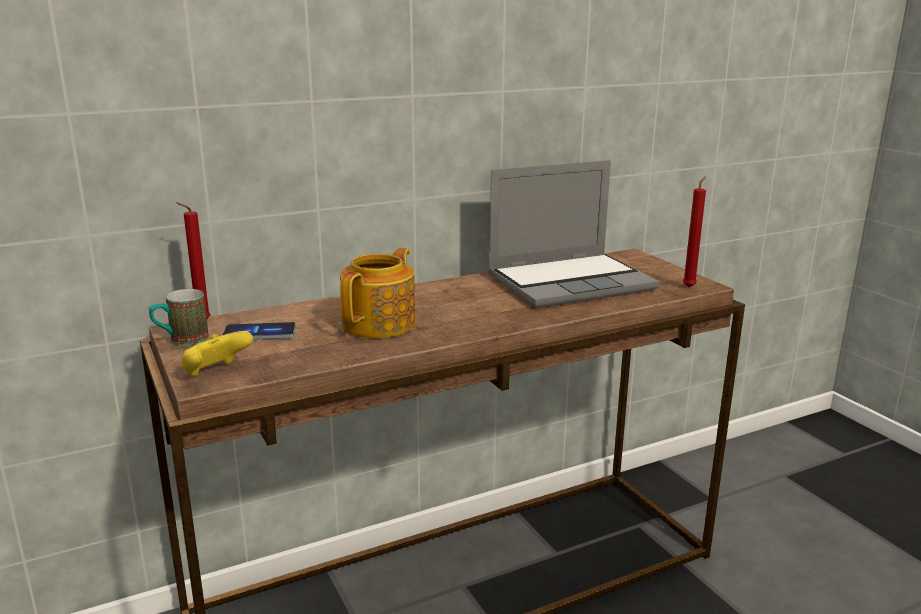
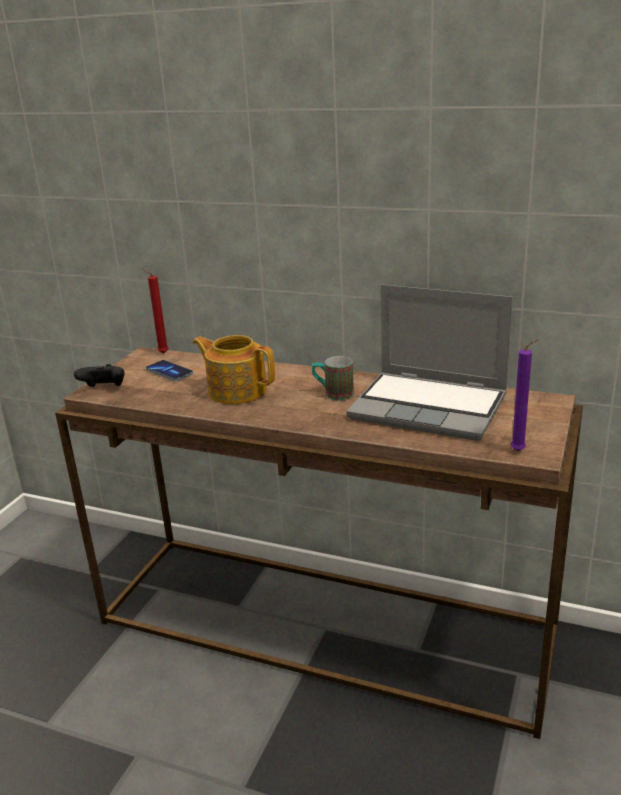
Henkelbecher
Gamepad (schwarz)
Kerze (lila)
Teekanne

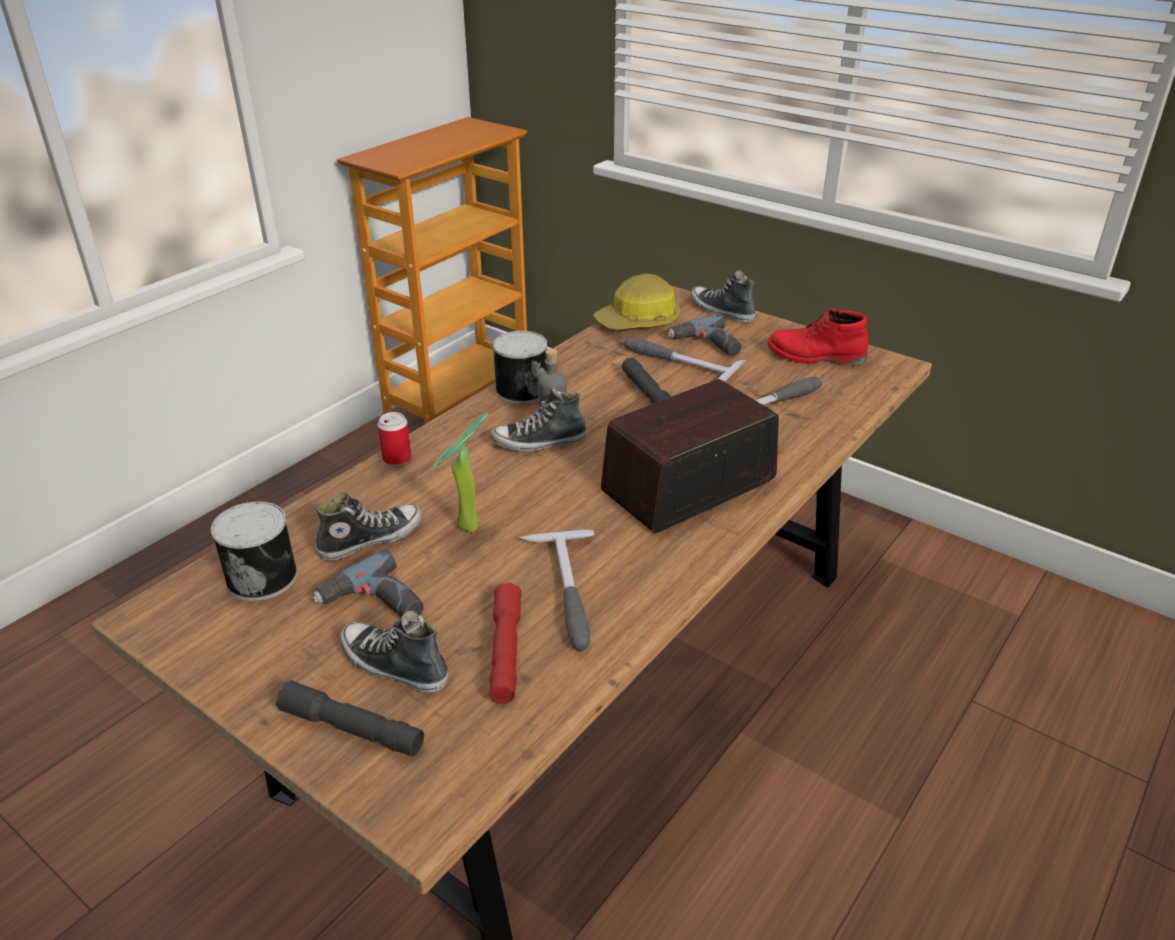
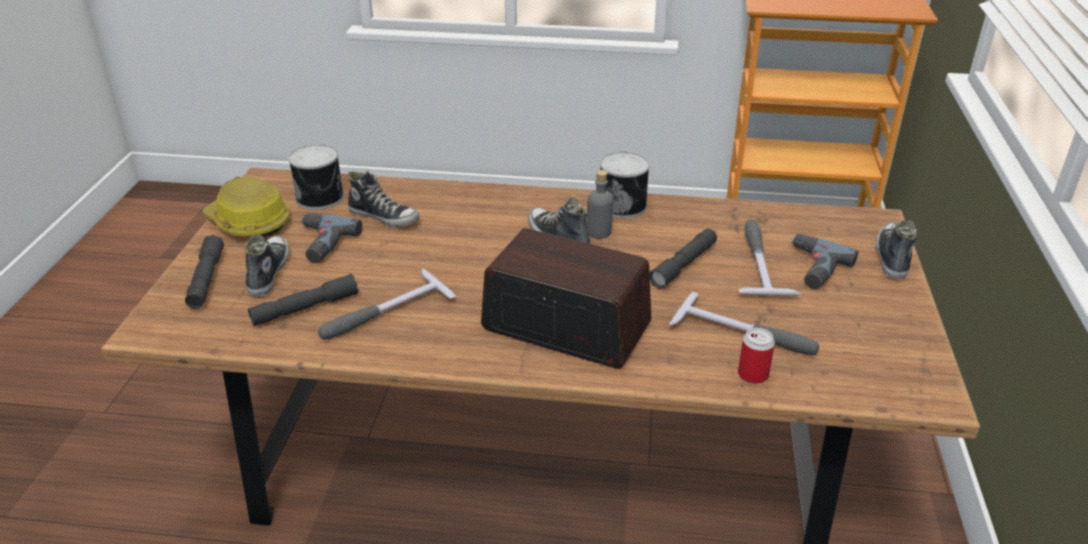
Topfpflanze
Stiefel (rot)
Dose (no. 3 from left)
Schutzhelm
Taschenlampe (grau) (no. 2 from left)

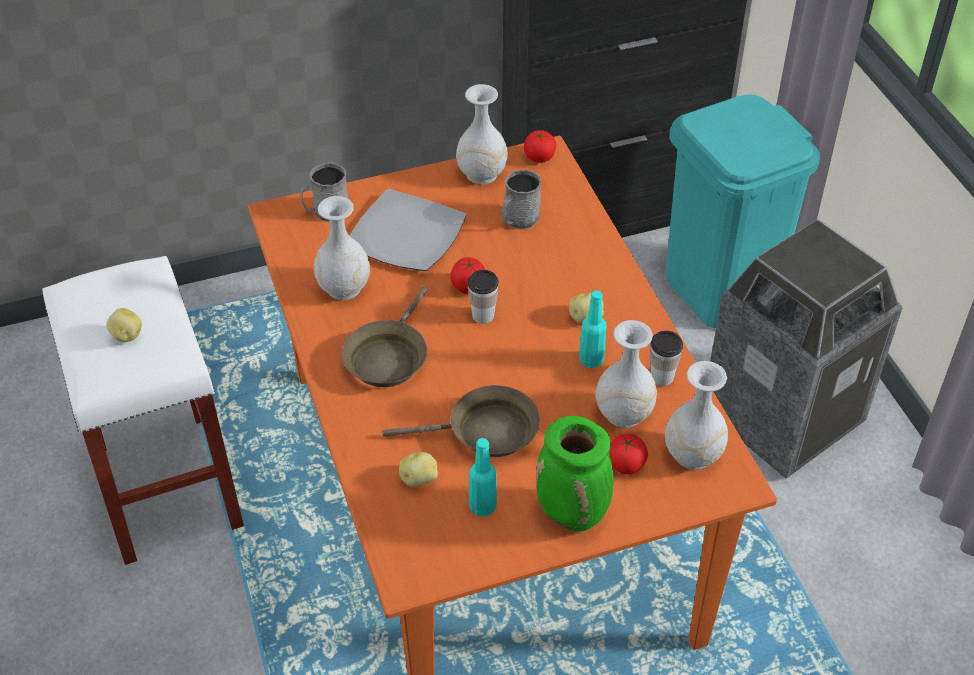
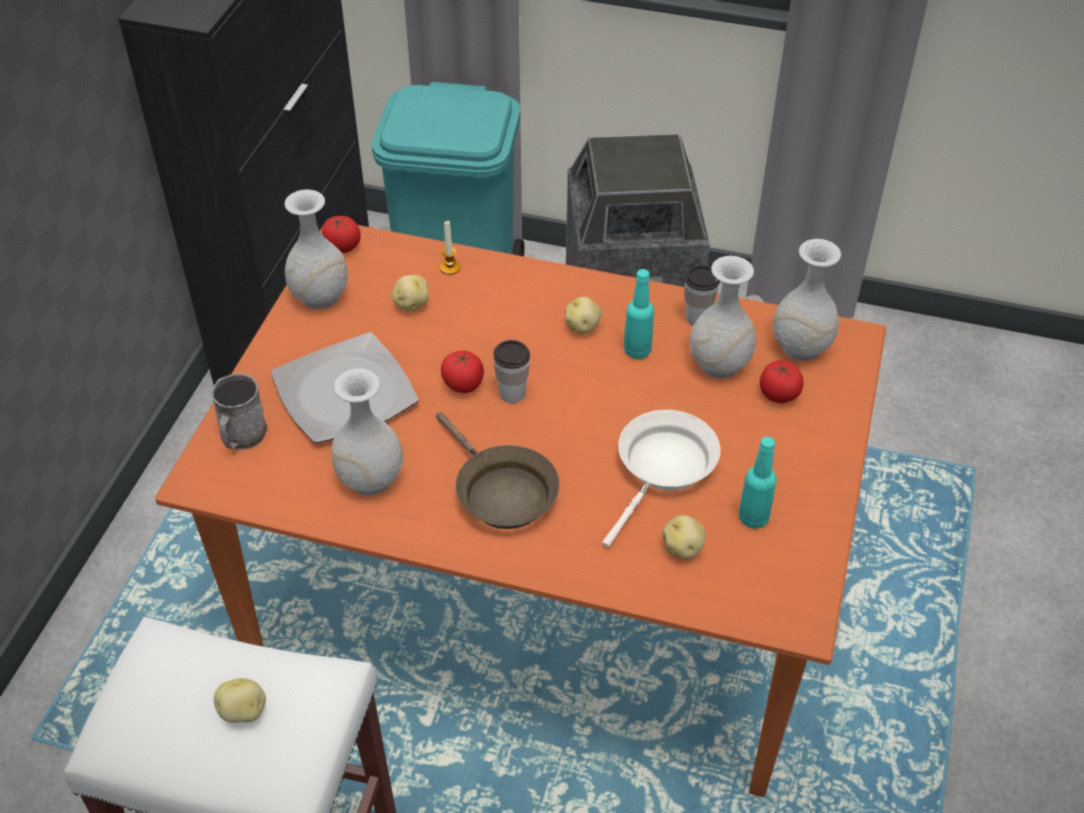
Vase (grün)
Kerze
Kartoffel (no. 2 from left)
Pfanne (weiß)

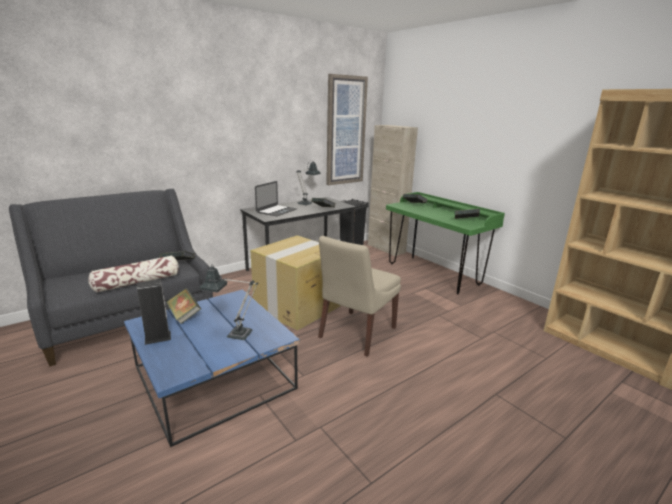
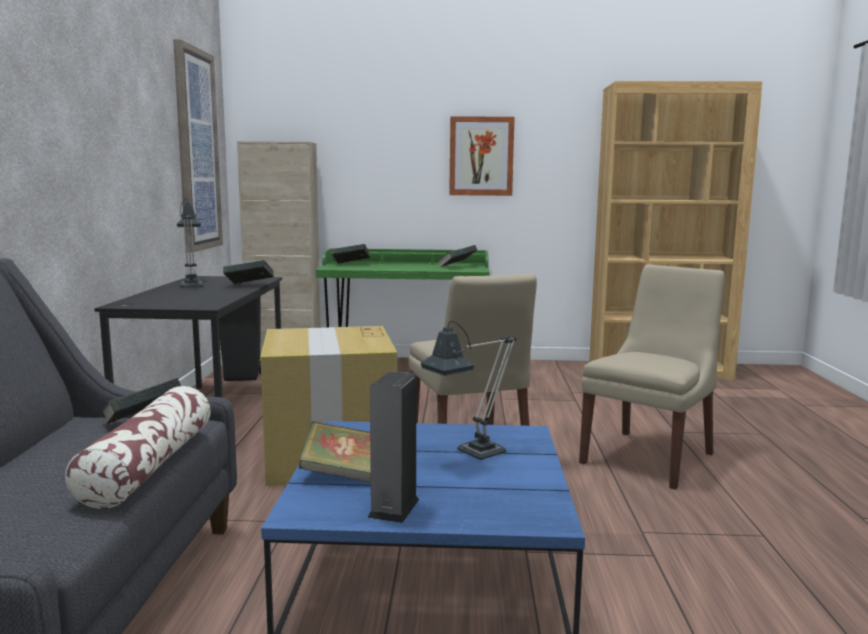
Laptop
Bild (no. 2 from left)
Stuhl (beige) (no. 2 from left)

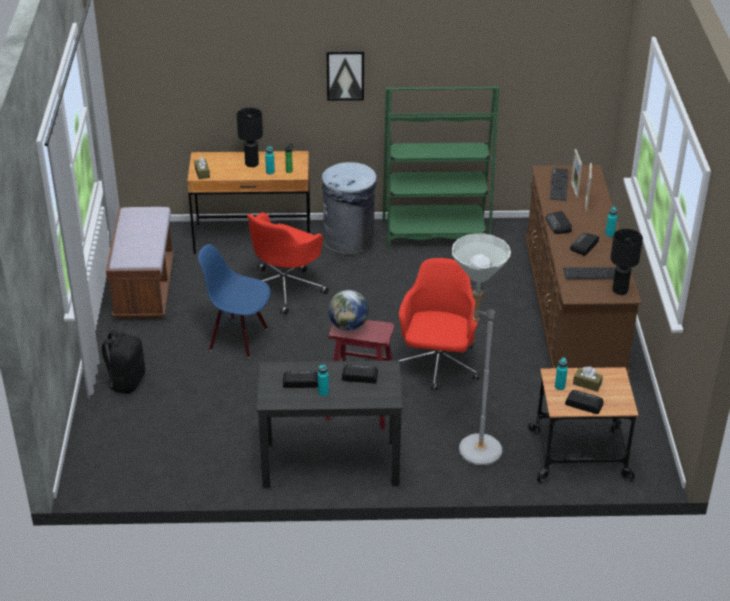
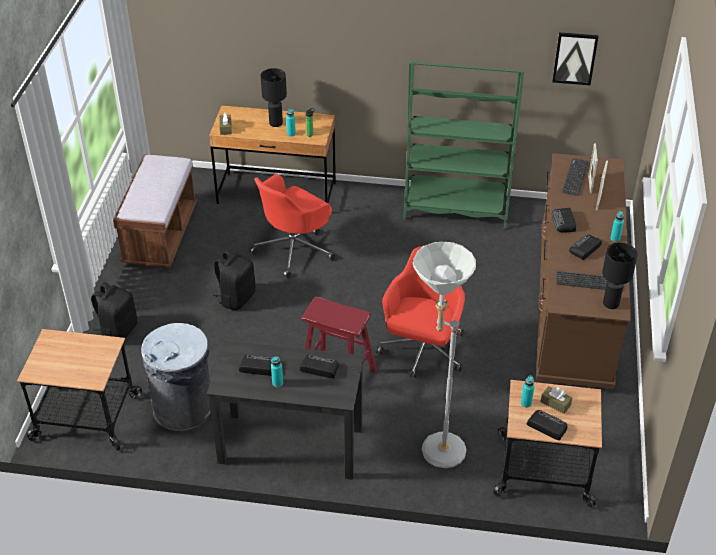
Globus
Rollwagen (no. 1 from left)
Mülleimer (grau)
Bild
Rucksack (schwarz) (no. 2 from left)

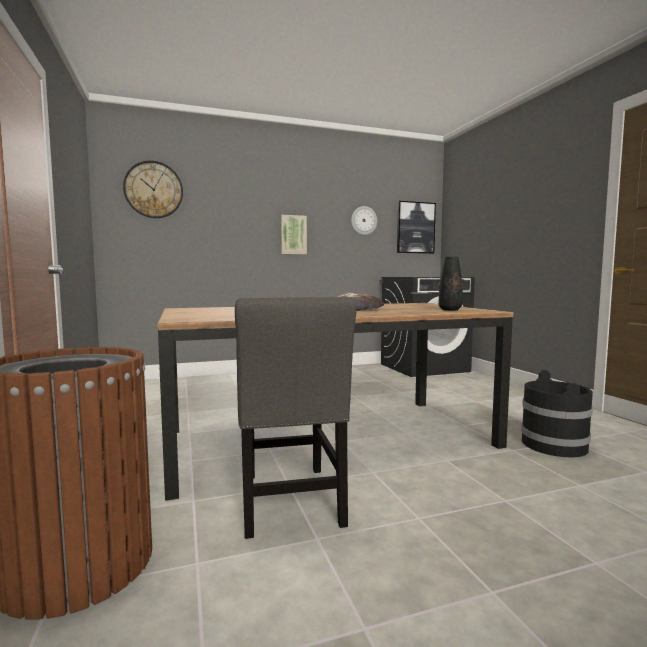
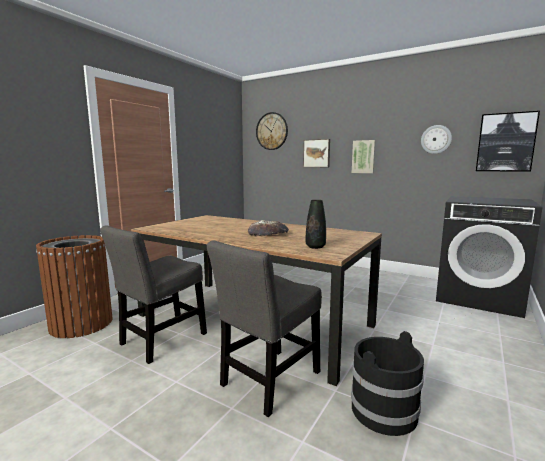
Stuhl (grau) (no. 2 from left)
Bild (no. 1 from left)

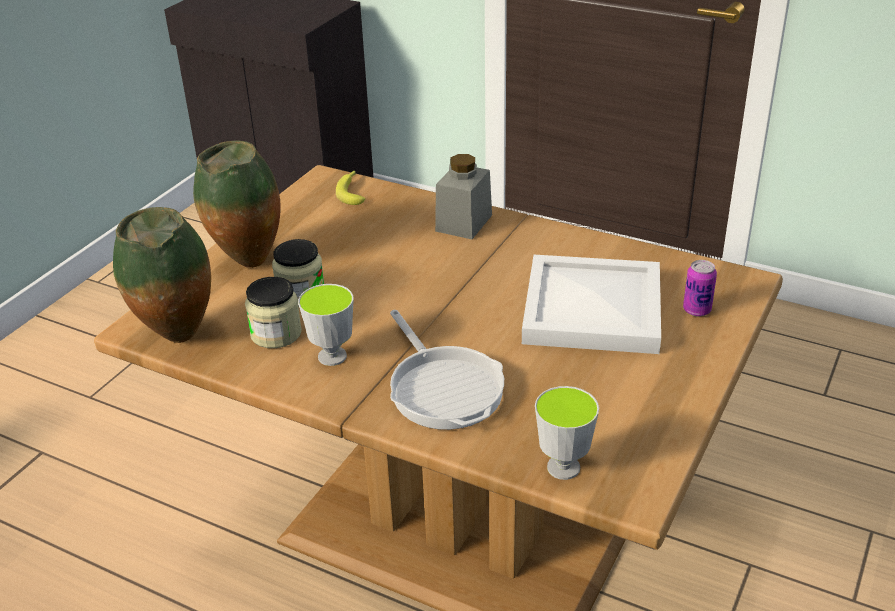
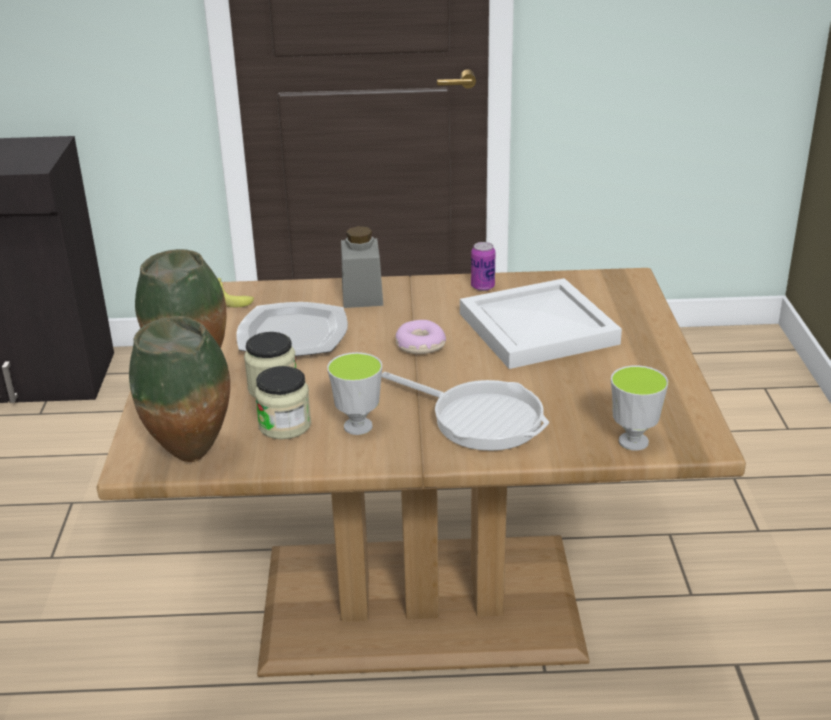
Teller
Donut
Dose

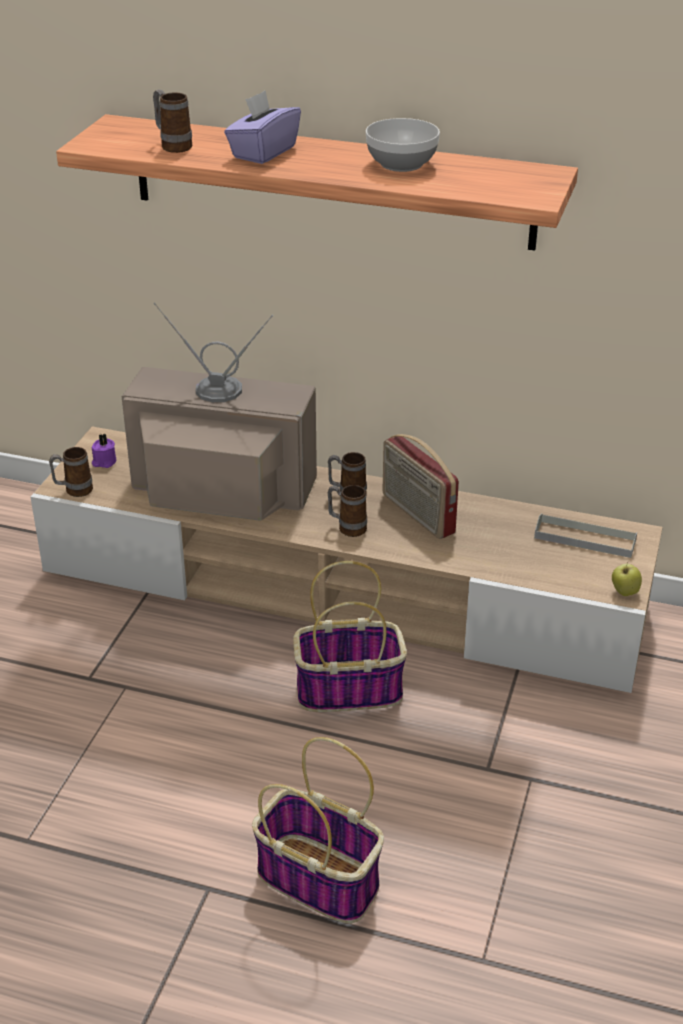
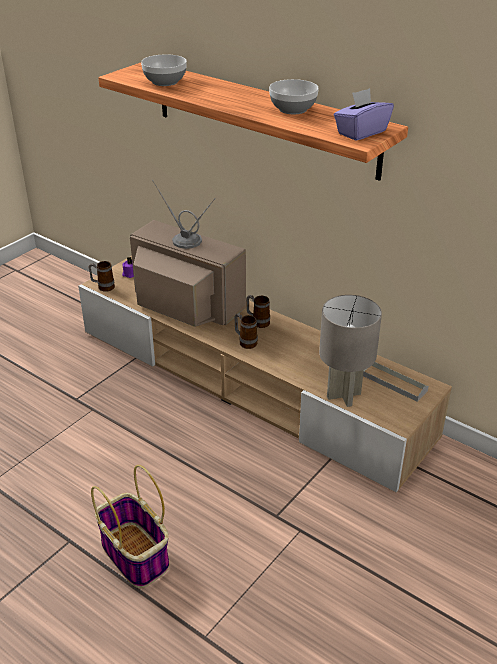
Korb (no. 2 from left in the first image)
Radio
Apfel
Tischlampe (grau)
Taschentuchbox (lila)
Schüssel (no. 1 from left)

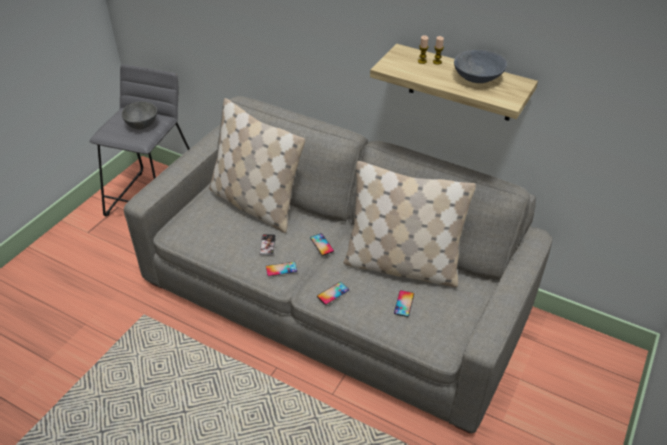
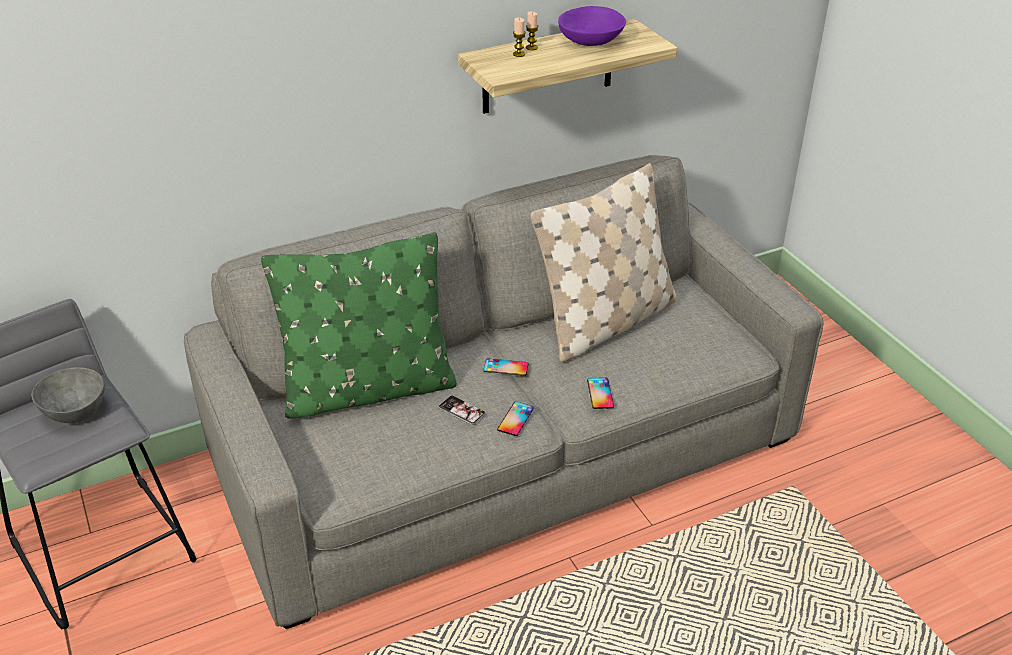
Handy (no. 5 from left in the first image)
Kissen (grün)
Schüssel (lila)

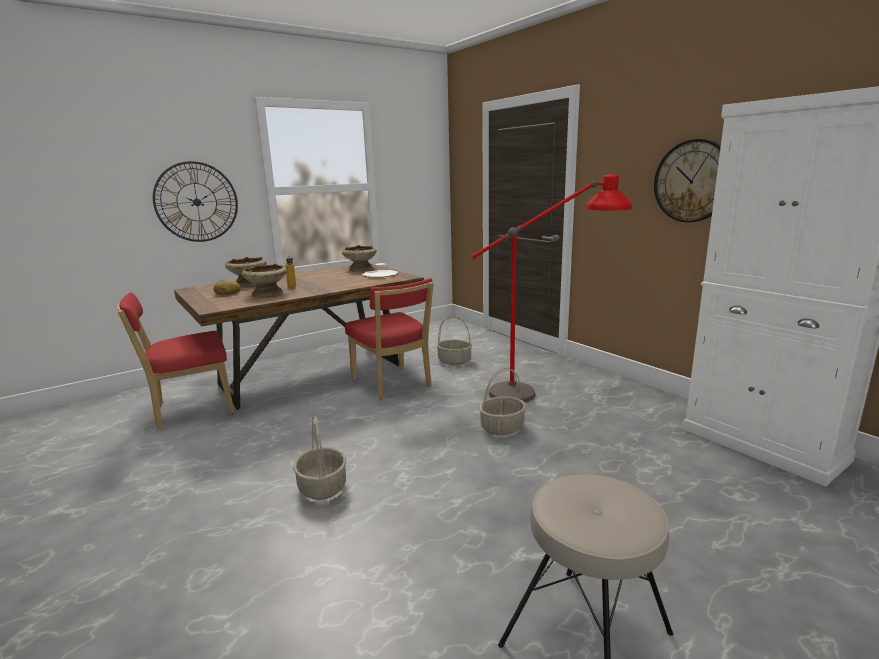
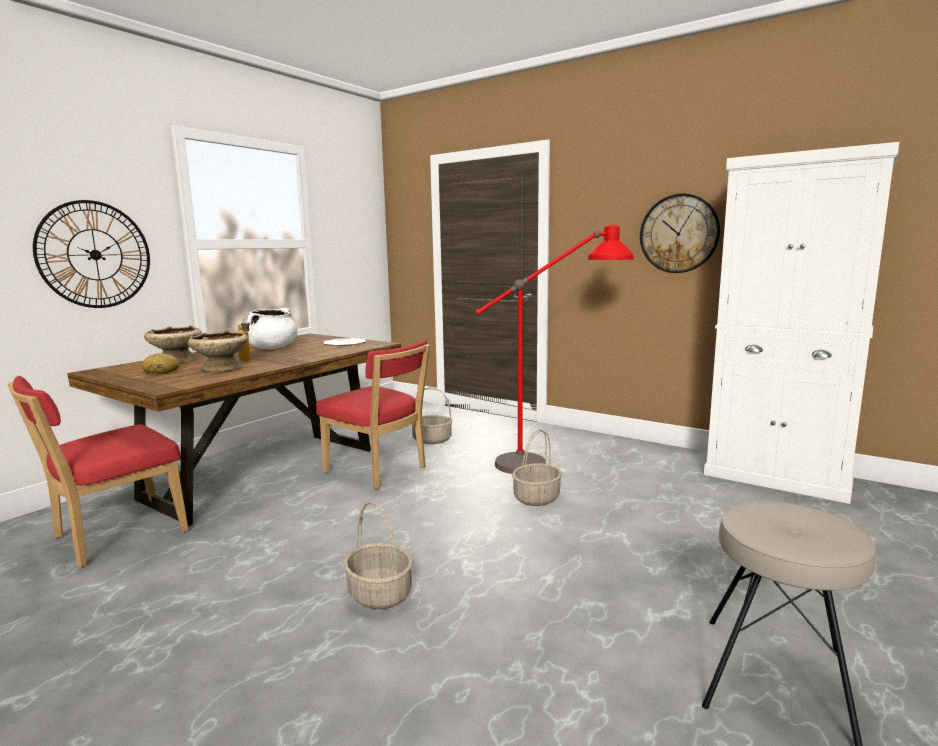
Schüssel (beige) (no. 3 from left in the first image)
Kochtopf (weiß)

